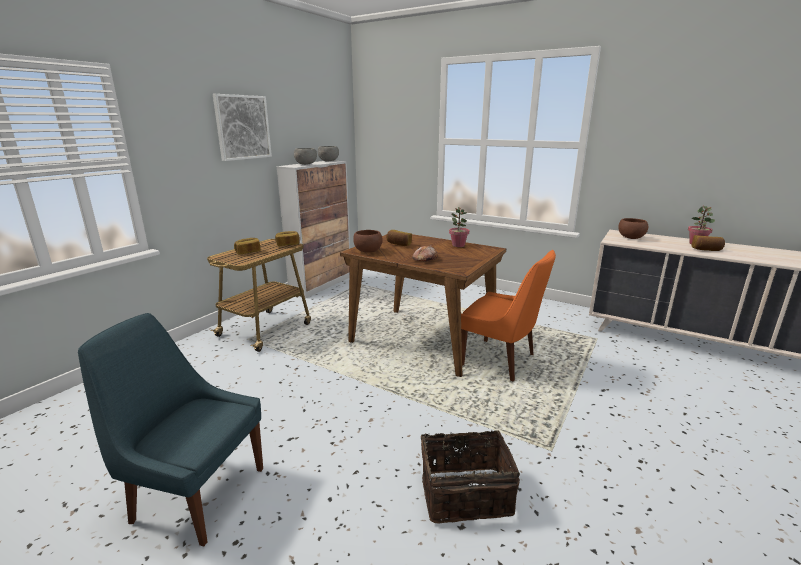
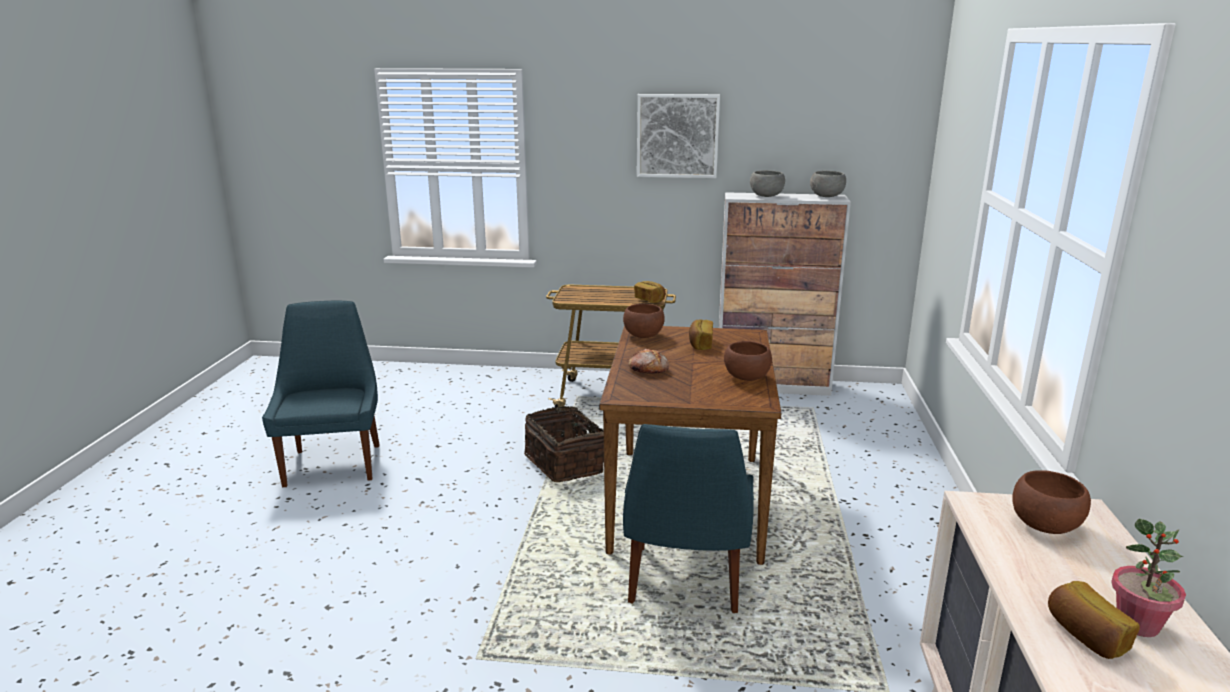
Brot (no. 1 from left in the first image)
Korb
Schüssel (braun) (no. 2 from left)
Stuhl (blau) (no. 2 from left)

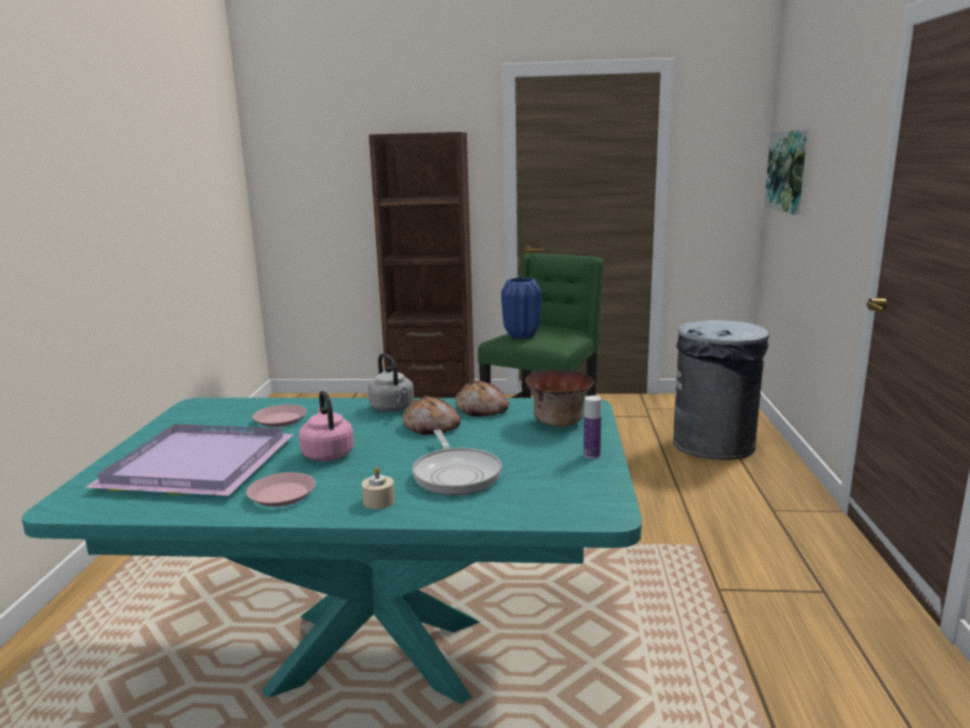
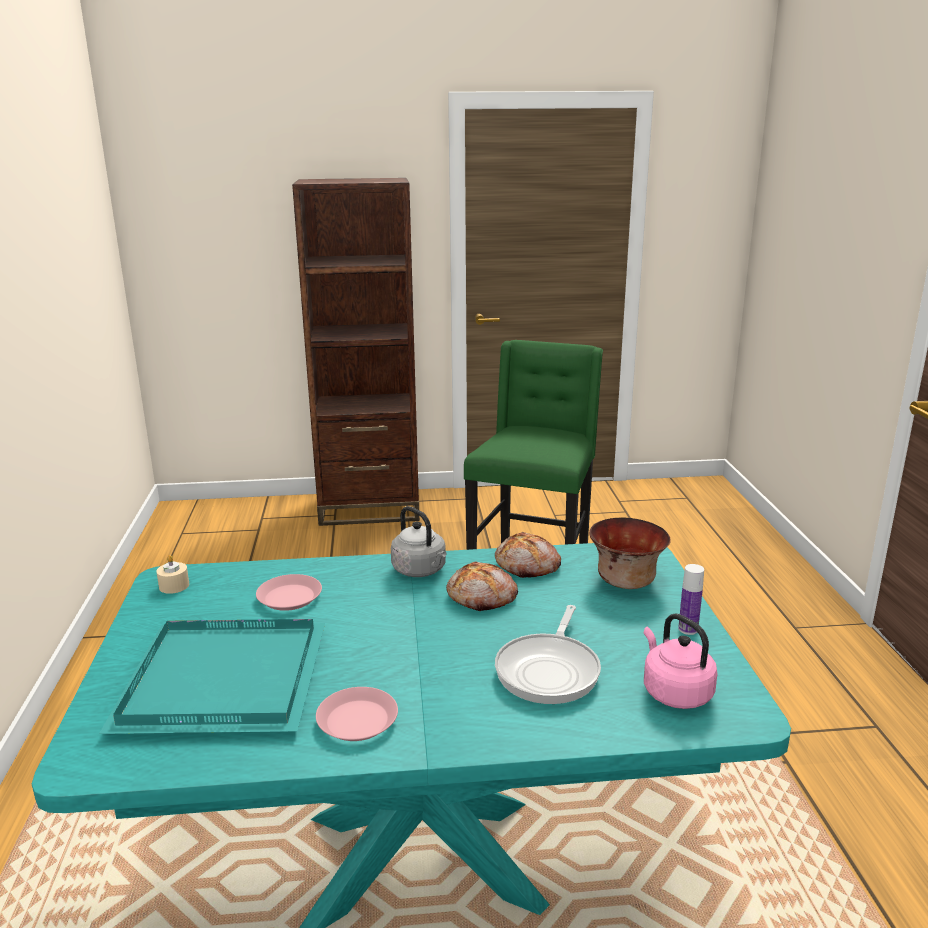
Vase (blau)
Mülleimer (grau)
Bild
Wasserkessel (rosa)
Kerze (beige)
Tablett (türkis)
Pfanne

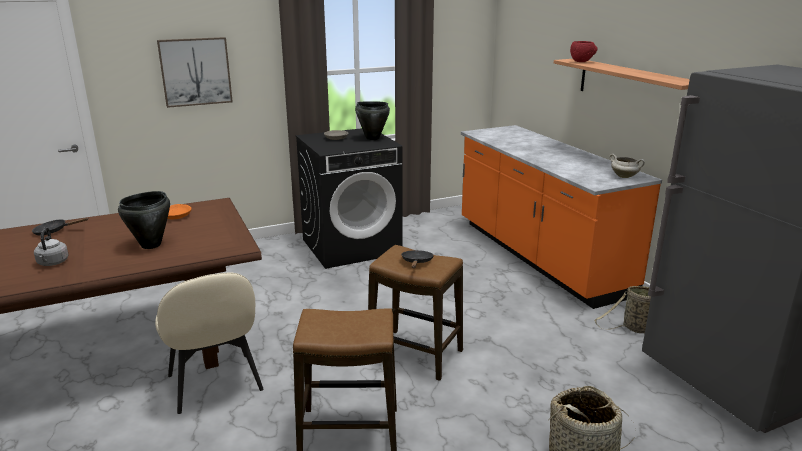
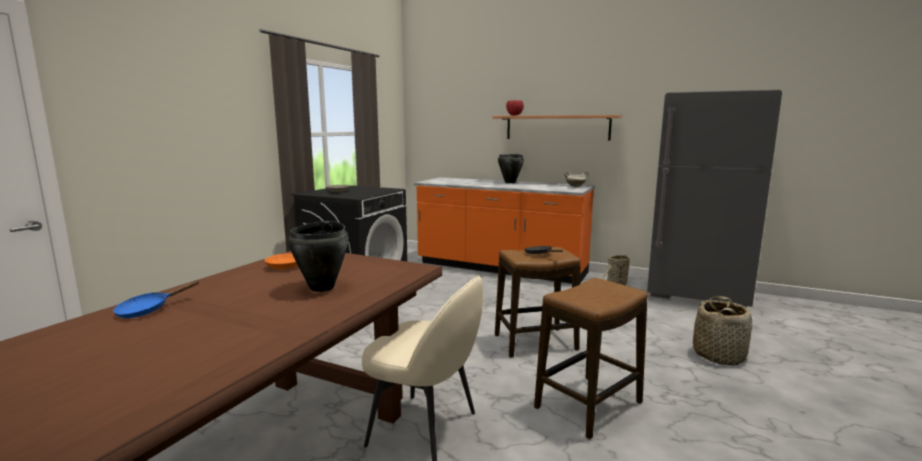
Wasserkessel (grau)
Bild
Kochtopf (schwarz) (no. 2 from left)
Pfanne (blau)

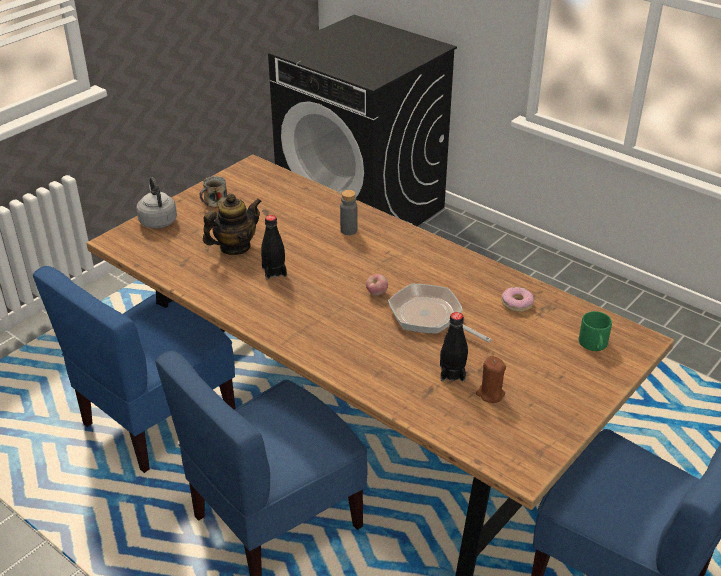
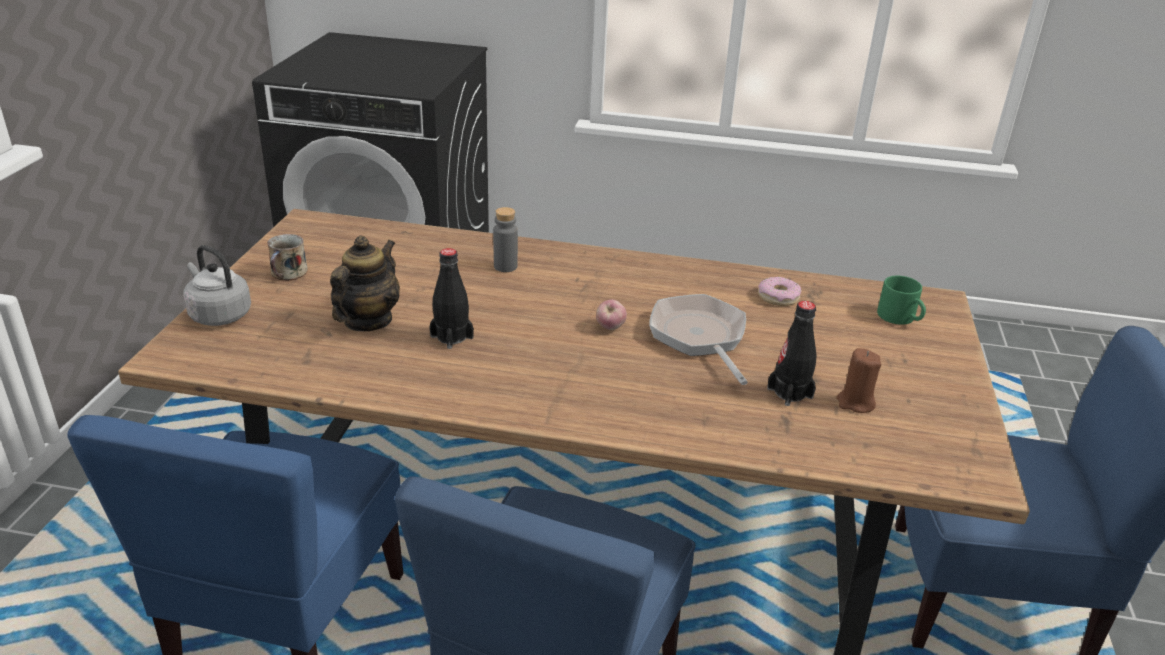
Pfanne

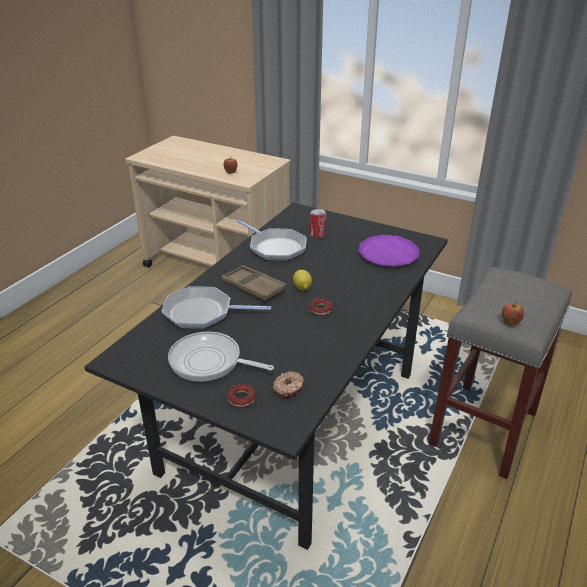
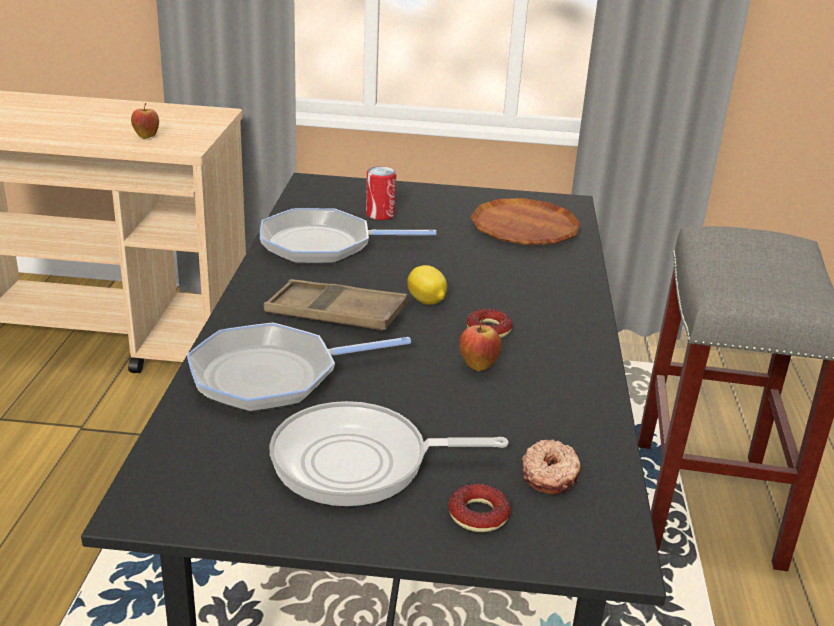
Apfel (no. 2 from left)
Teller (braun)
Pfanne (no. 2 from left)

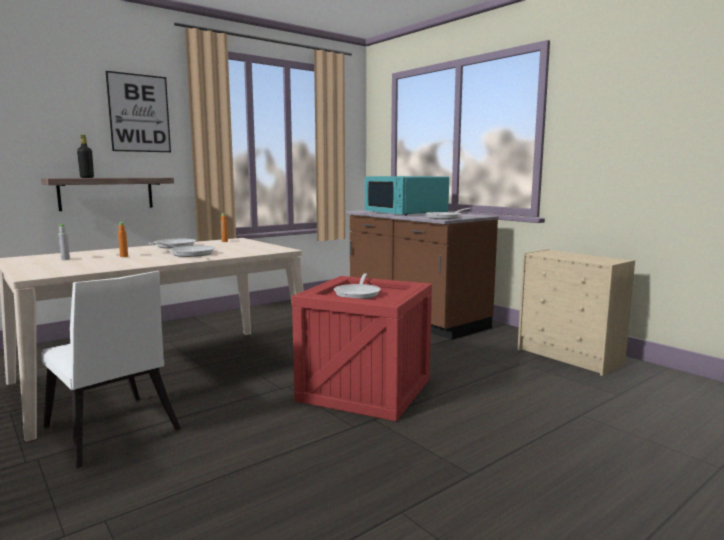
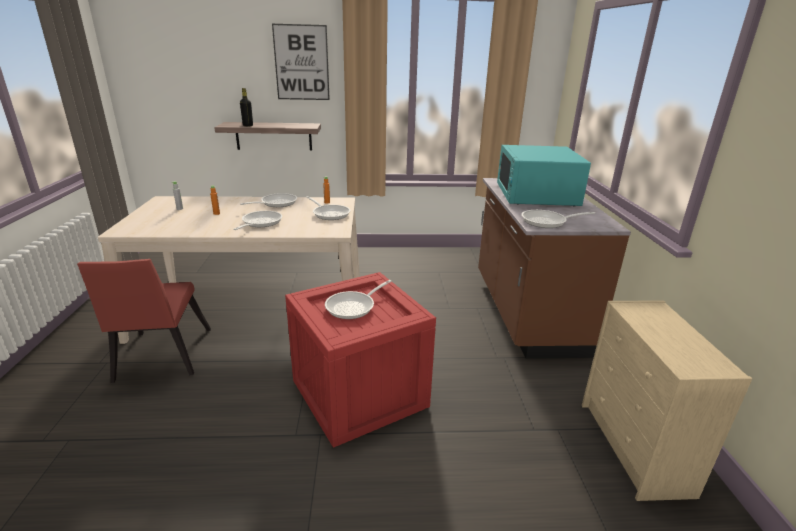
Pfanne (no. 3 from left)
Stuhl (rot)

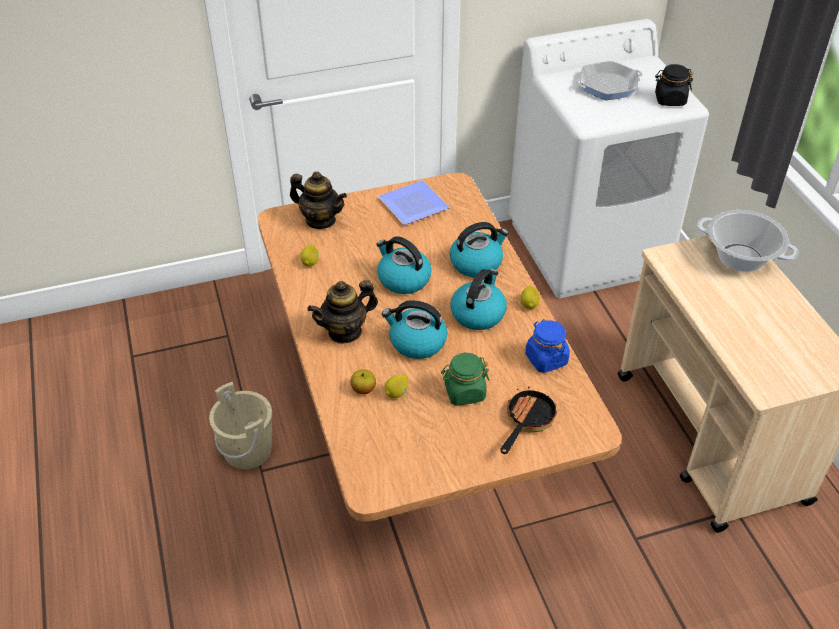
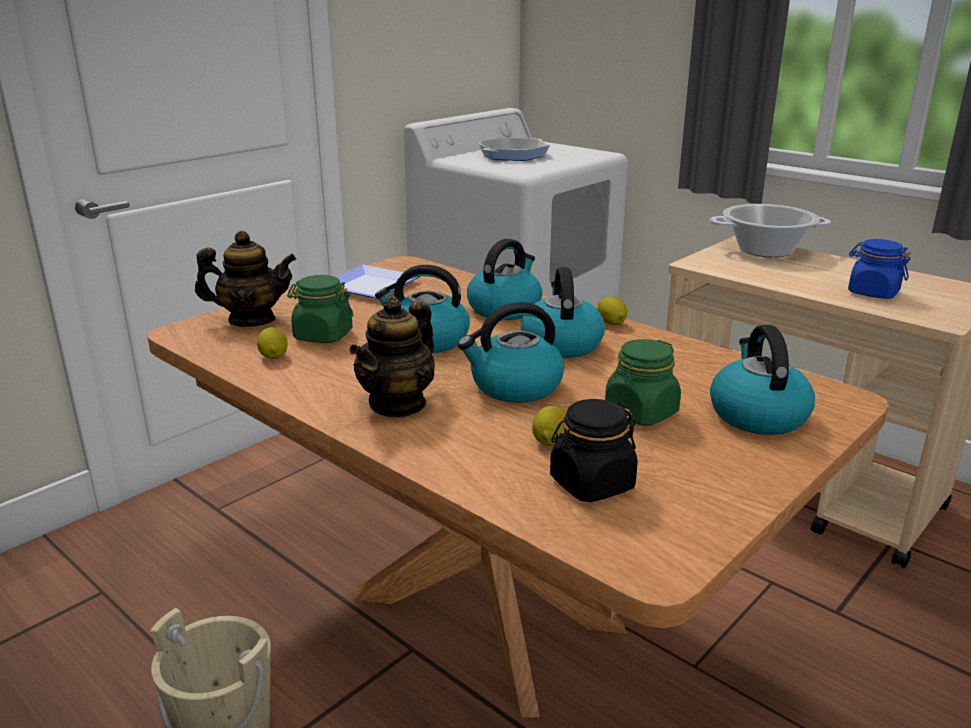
Apfel
Vorratsglas (grün) (no. 1 from left)
Vorratsglas (blau)
Vorratsglas (schwarz)
Wasserkessel (no. 5 from left)

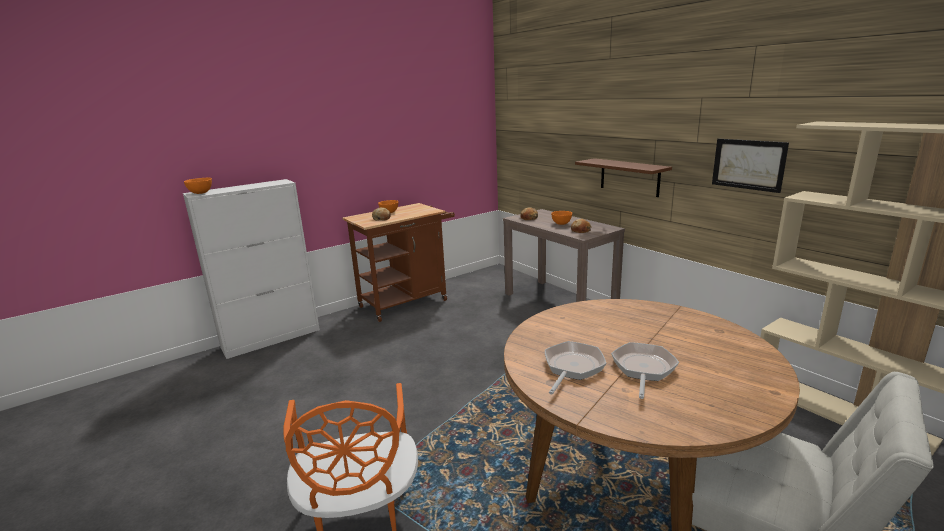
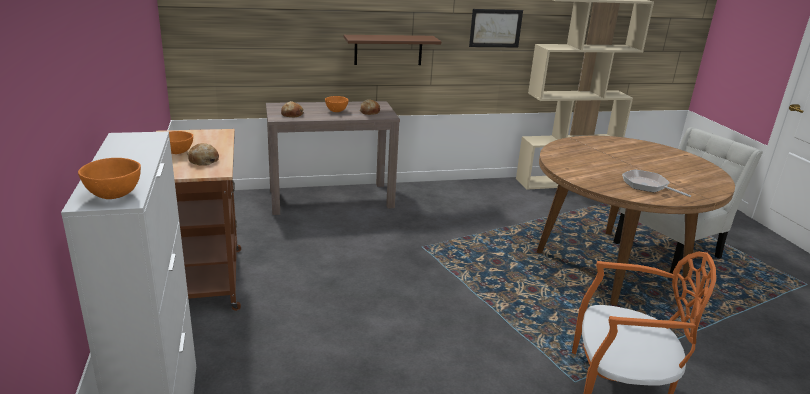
Pfanne (no. 2 from left in the first image)

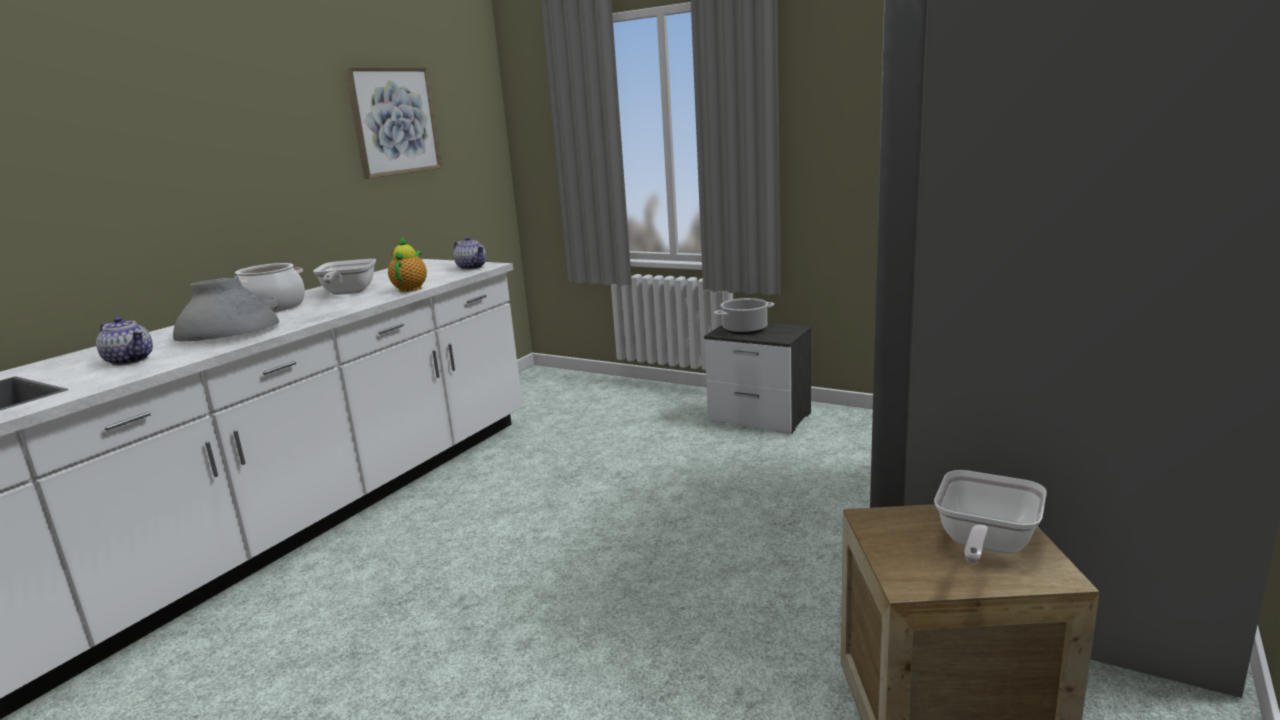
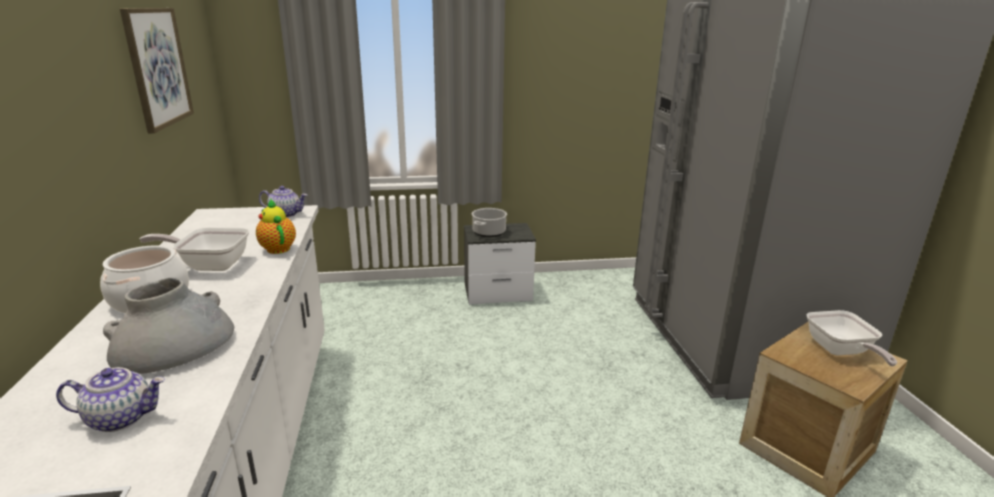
Pfanne (no. 1 from left)

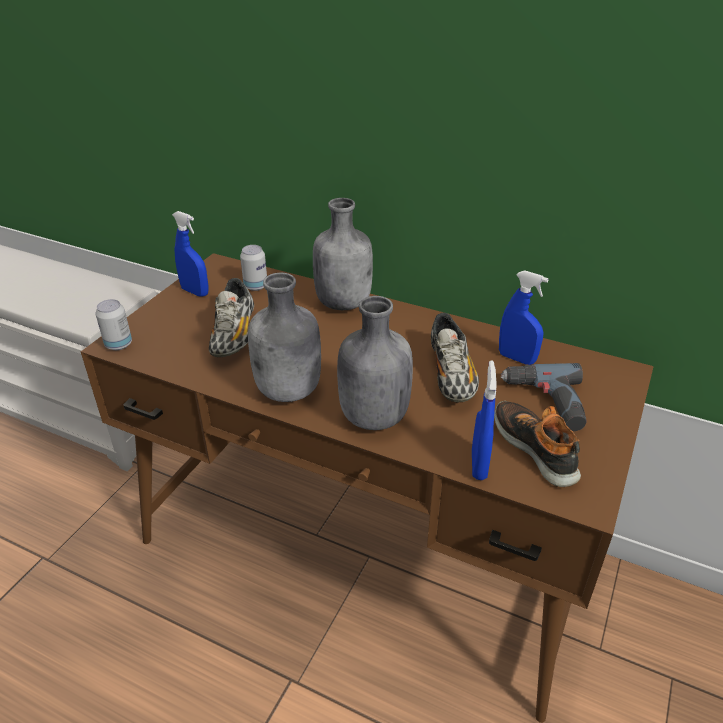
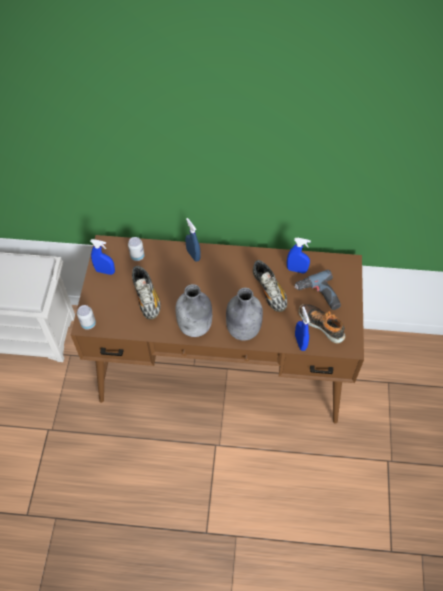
Sprühflasche (blau) (no. 2 from left)

